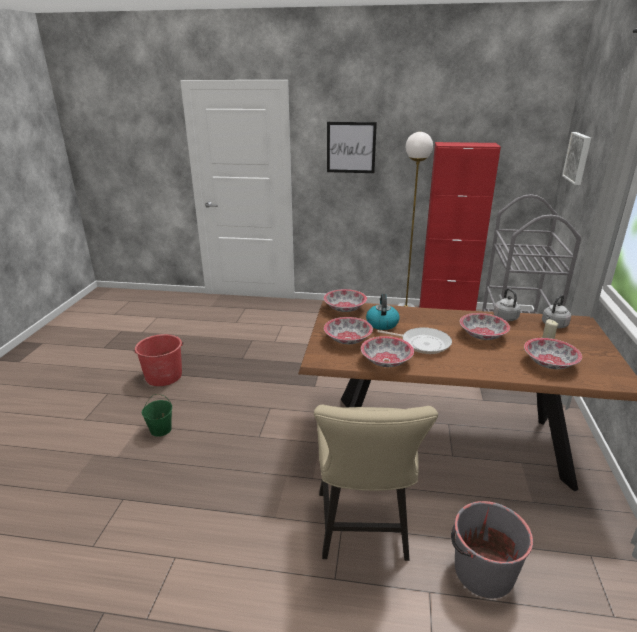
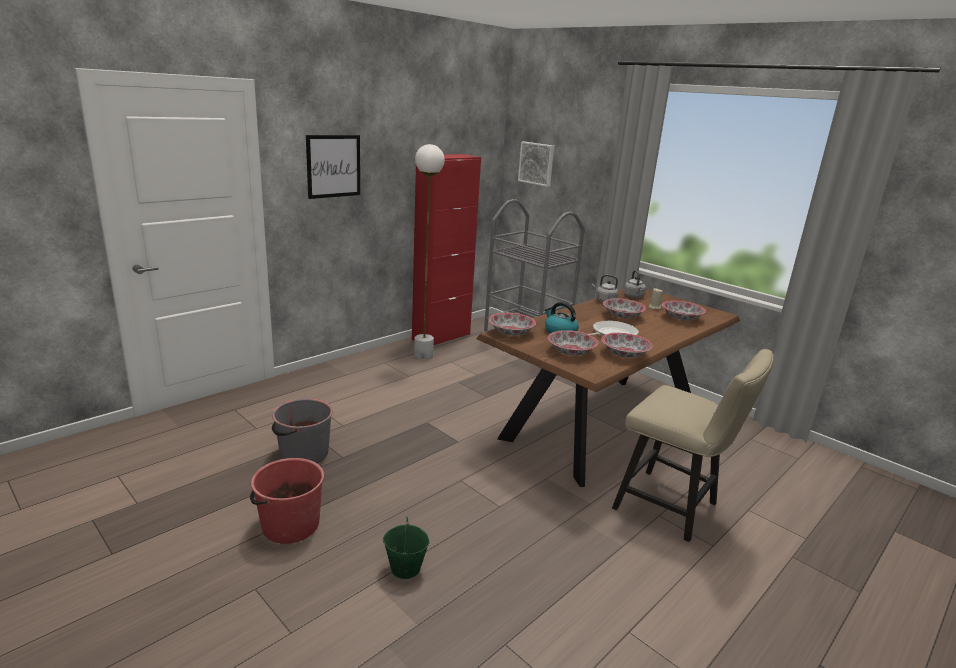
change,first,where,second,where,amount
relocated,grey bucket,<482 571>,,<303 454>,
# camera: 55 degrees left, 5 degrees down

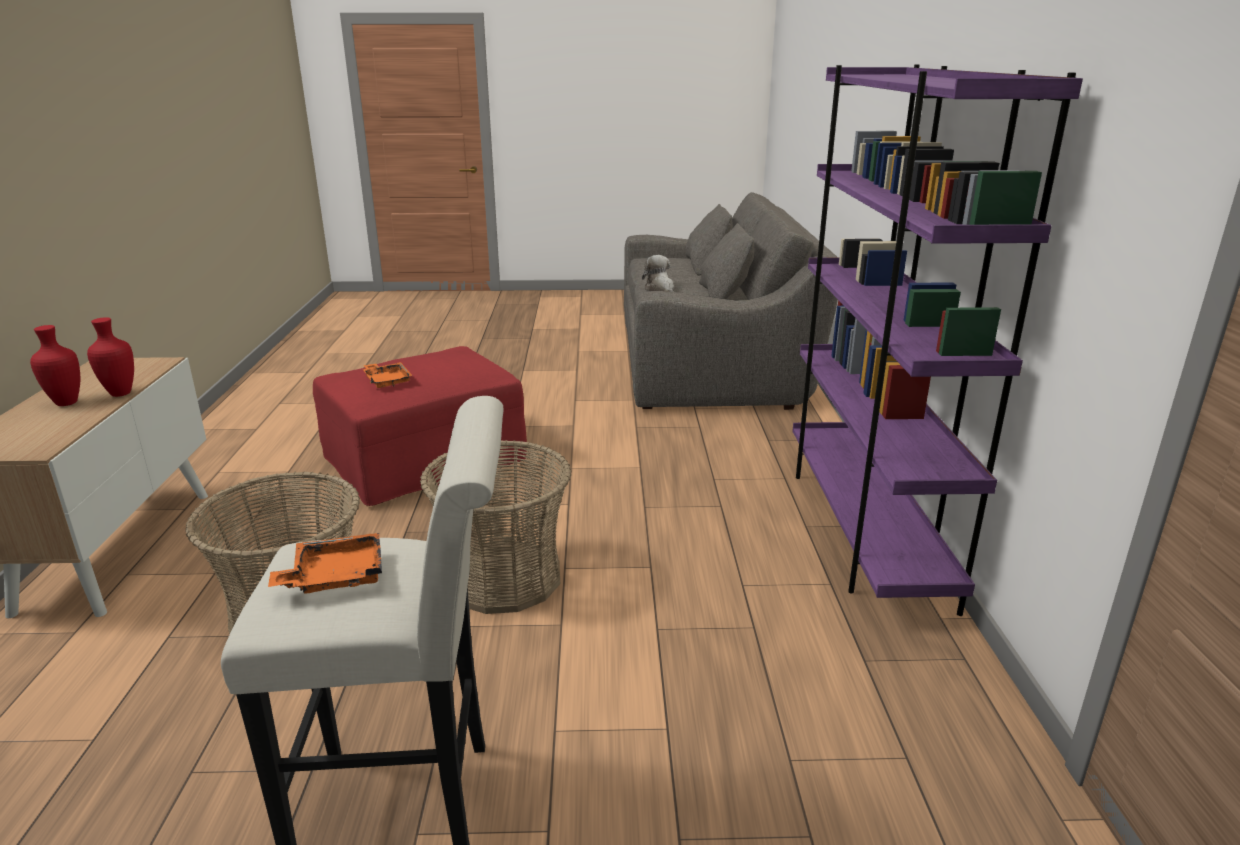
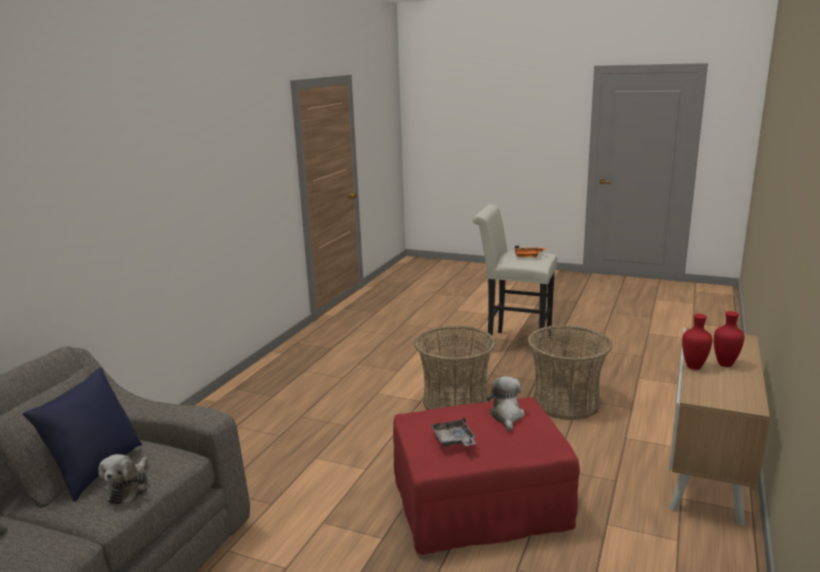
change,first,where,second,where,amount
exchanged,orange tray,<387 381>,plush toy,<506 416>,
missing,purple bookcase,<864 528>,,,
appeared,,,blue pillow,<96 470>,
appeared,,,grey tray,<453 440>,
# camera: 155 degrees left, 5 degrees down

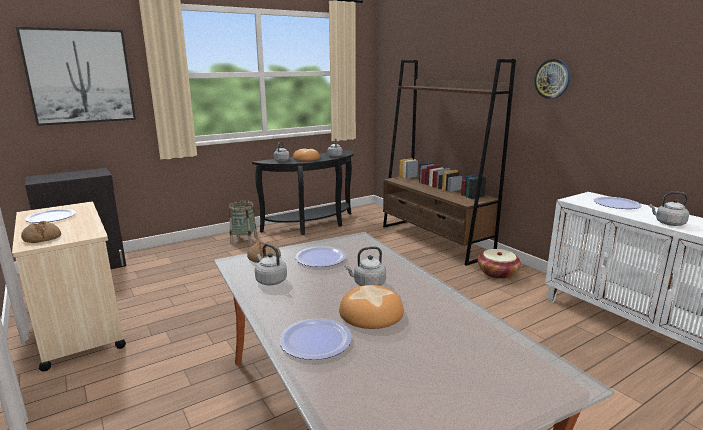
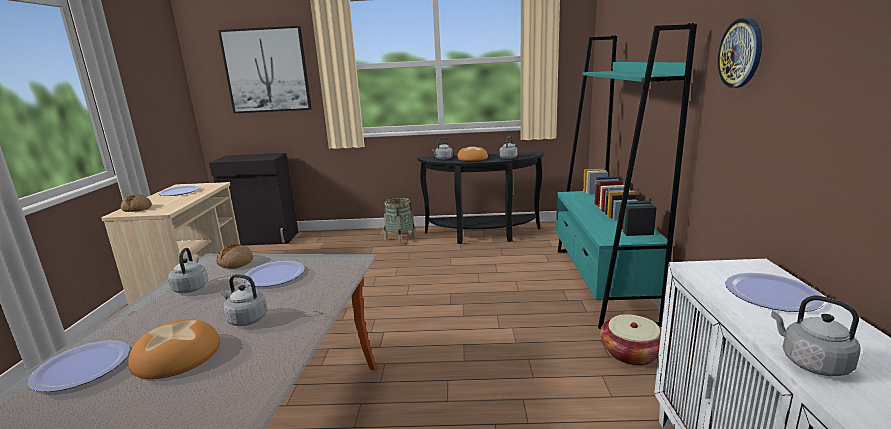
change,first,where,second,where,amount
colour,brown bookcase,<435 240>,turquoise bookcase,<601 283>,
# camera: 35 degrees right, 0 degrees up

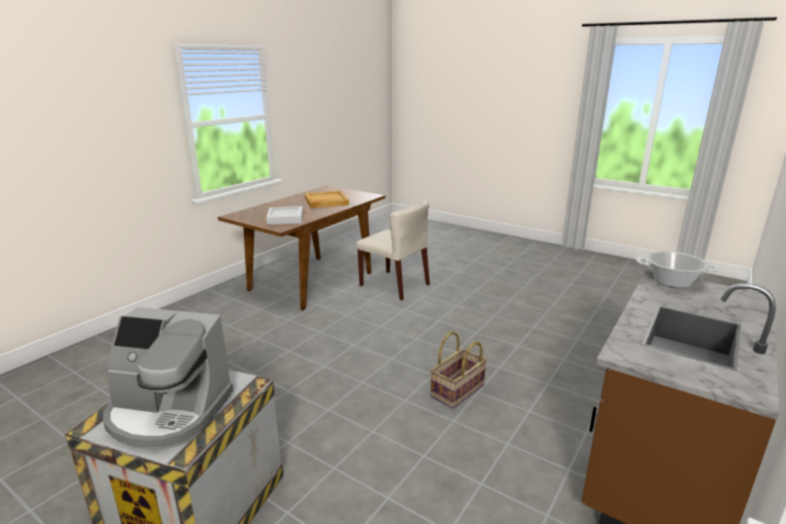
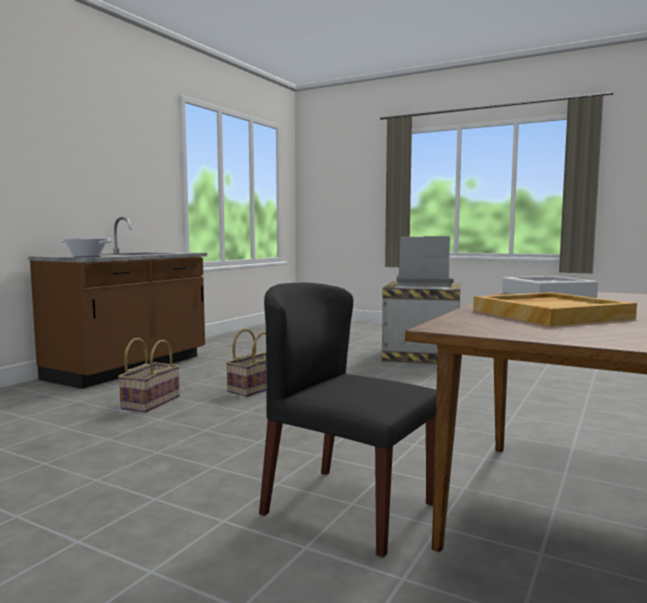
change,first,where,second,where,amount
colour,beige chair,<395 285>,black chair,<347 508>,
appeared,,,basket,<150 402>,
# camera: 175 degrees right, 15 degrees down

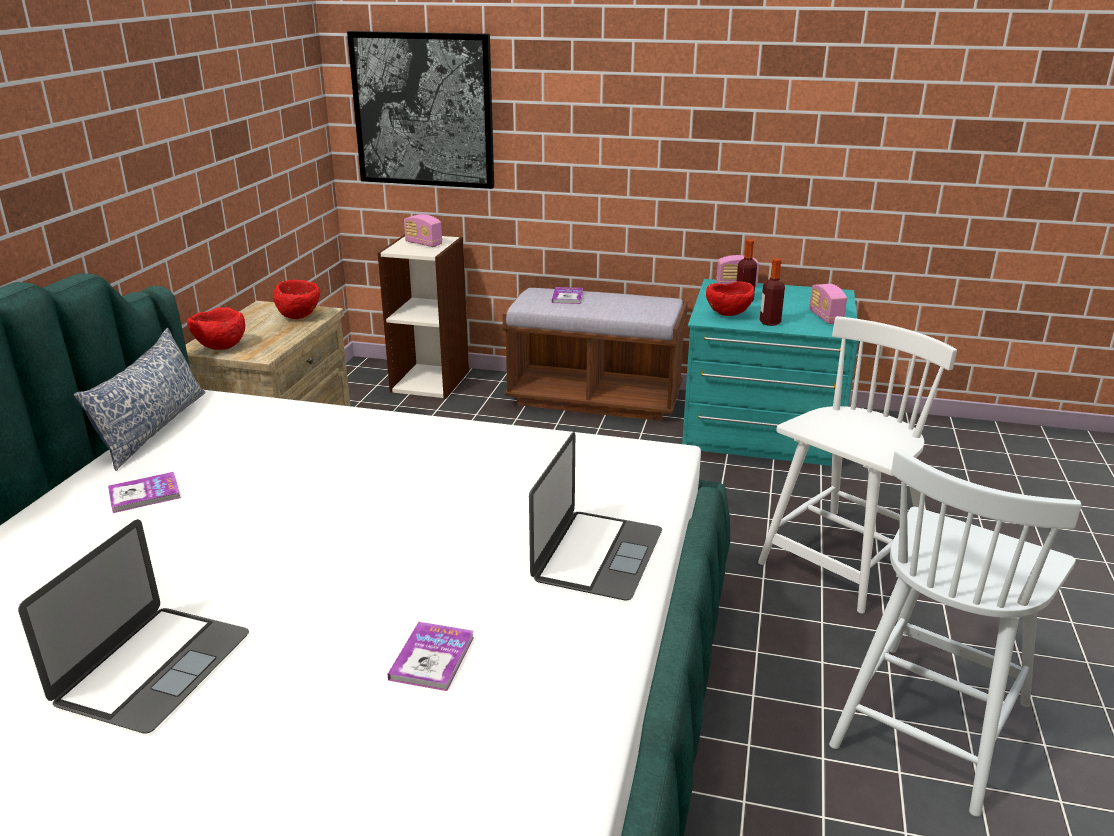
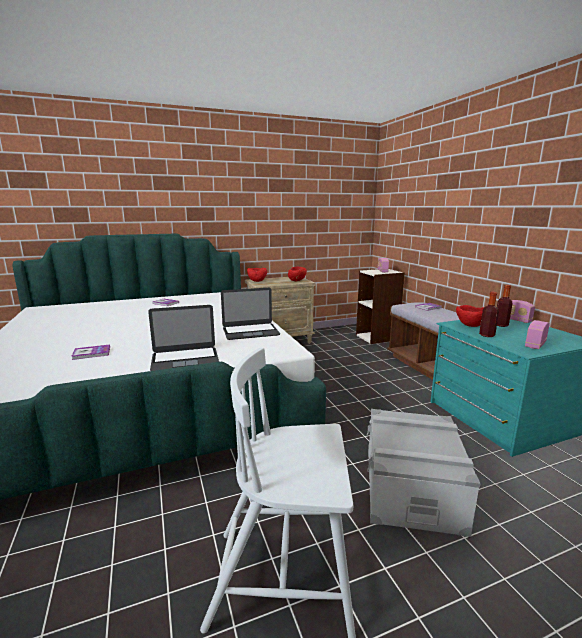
change,first,where,second,where,amount
relocated,laptop,<153 667>,,<250 331>,
missing,pillow,<153 428>,,,
missing,picture,<423 110>,,,
exchanged,white chair,<843 560>,grey storage box,<412 488>,
# camera: 55 degrees right, 10 degrees down

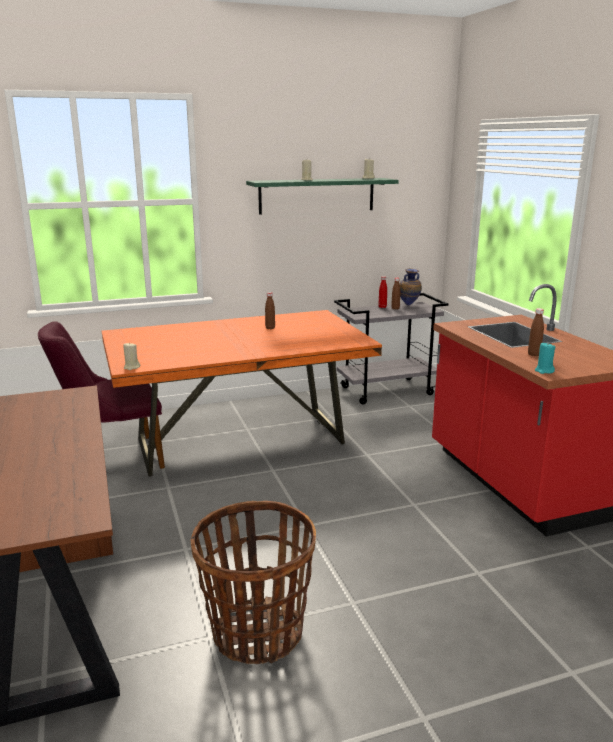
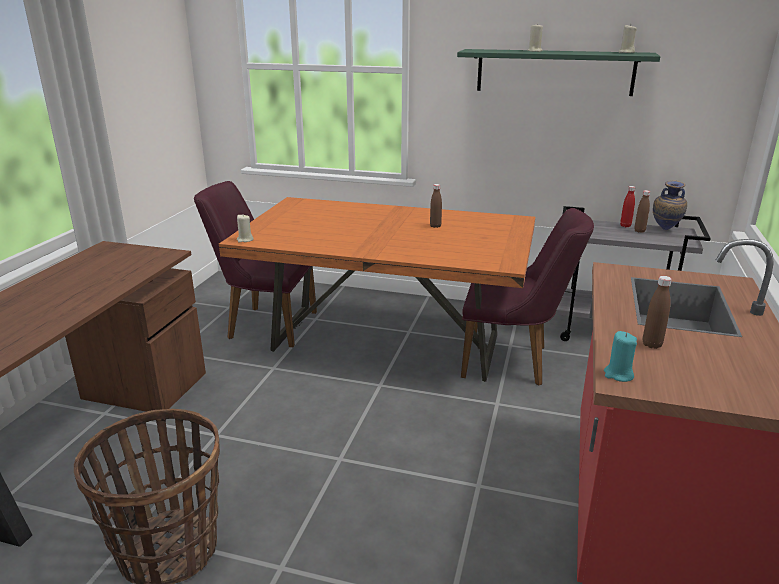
change,first,where,second,where,amount
appeared,,,purple chair,<514 361>,
# camera: 35 degrees right, 5 degrees up

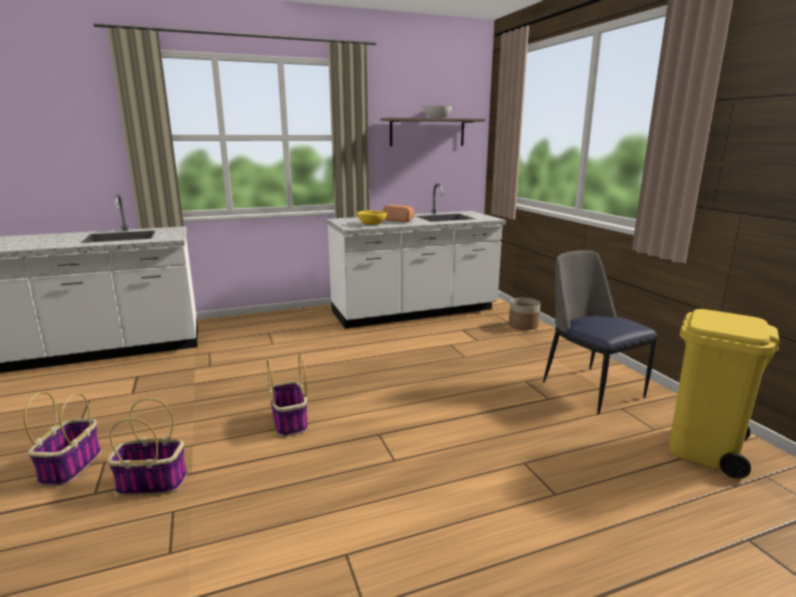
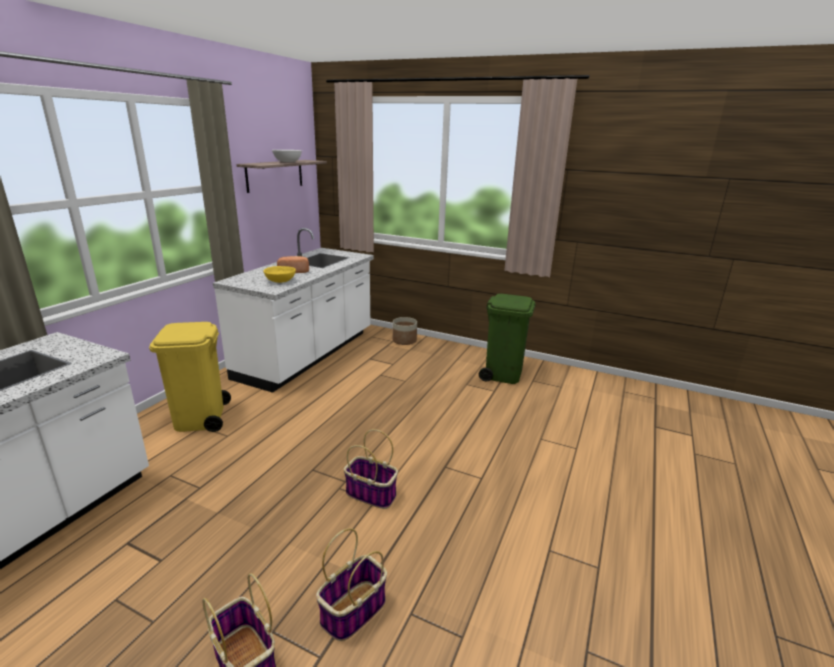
change,first,where,second,where,amount
exchanged,chair,<590 388>,green trash can,<503 374>,
relocated,yellow trash can,<703 449>,,<200 419>,
# camera: 45 degrees left, 5 degrees up

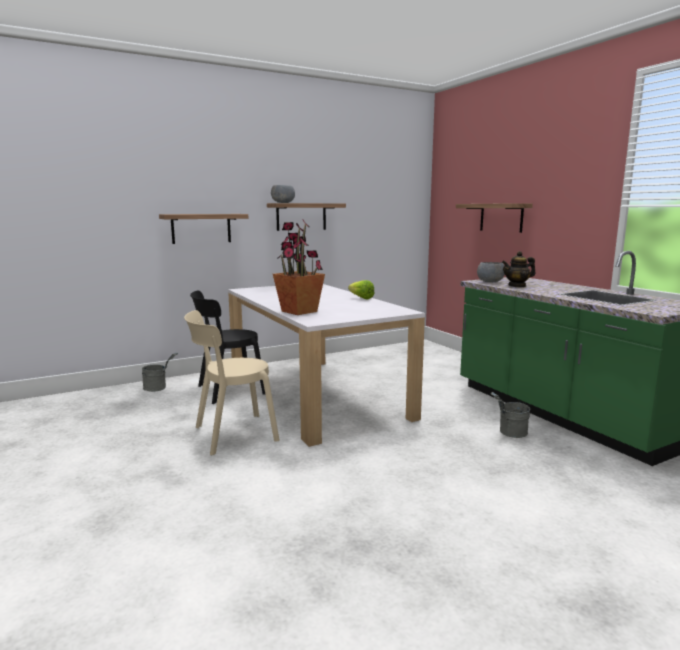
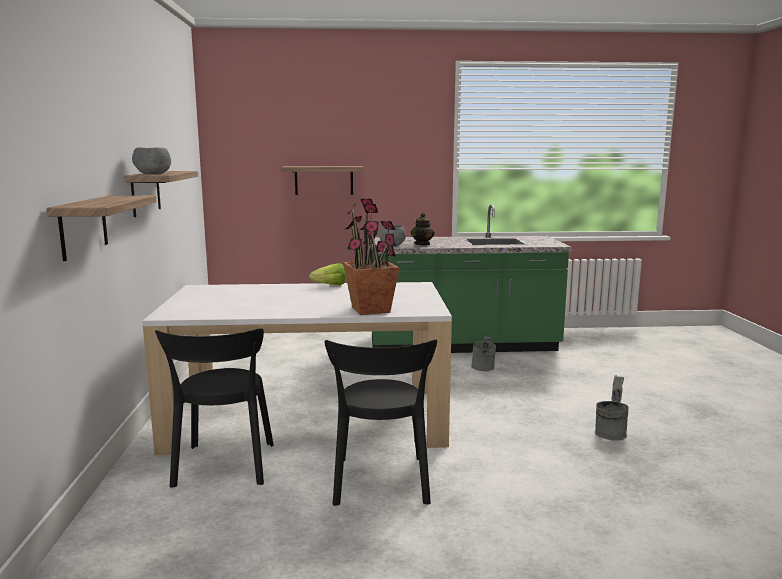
change,first,where,second,where,amount
relocated,grey bucket,<159 388>,,<611 432>,
colour,beige chair,<231 434>,black chair,<381 484>,
# camera: 65 degrees left, 0 degrees up

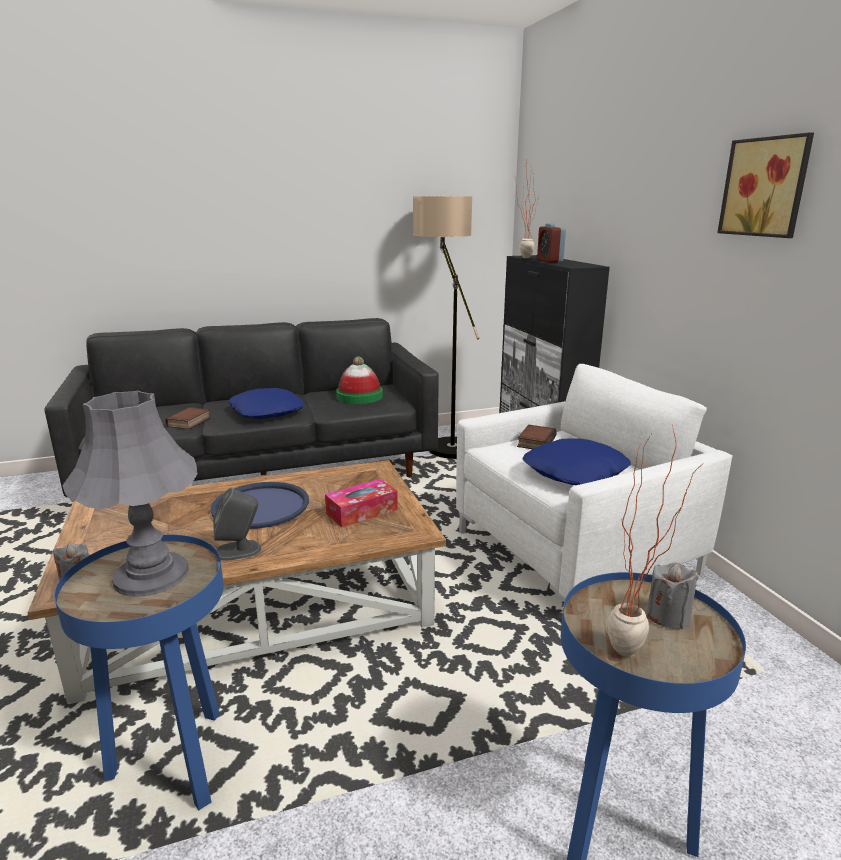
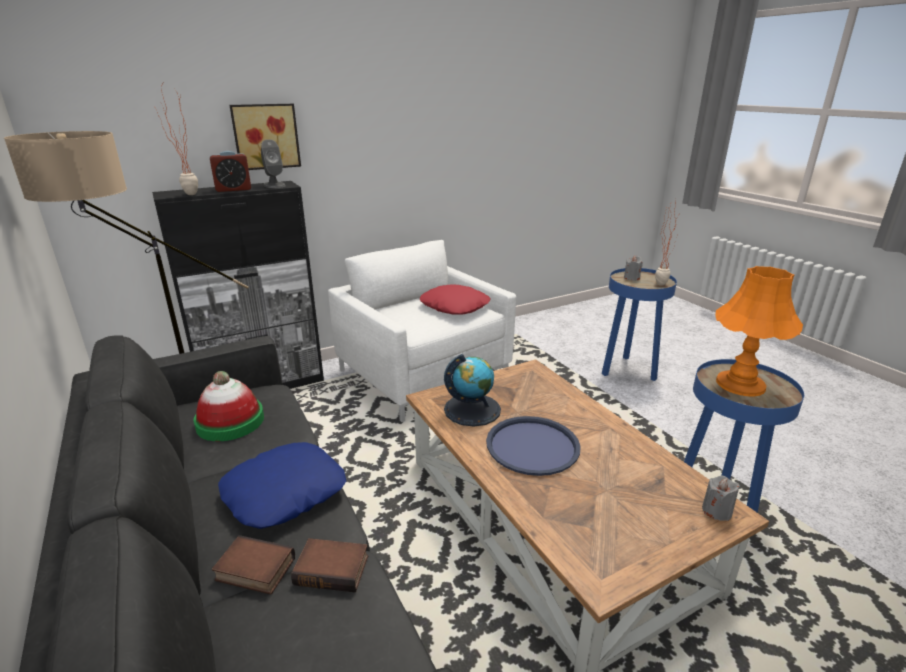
change,first,where,second,where,amount
colour,grey table lamp,<152 575>,orange table lamp,<740 384>,
relocated,grey speaker,<238 550>,,<274 185>,
missing,tissue box,<362 511>,,,
relocated,book,<535 442>,,<253 570>,
colour,blue pillow,<575 472>,red pillow,<455 306>,
relocated,picture,<766 187>,,<266 136>,
appeared,,,globe,<472 409>,
# camera: 100 degrees left, 5 degrees up

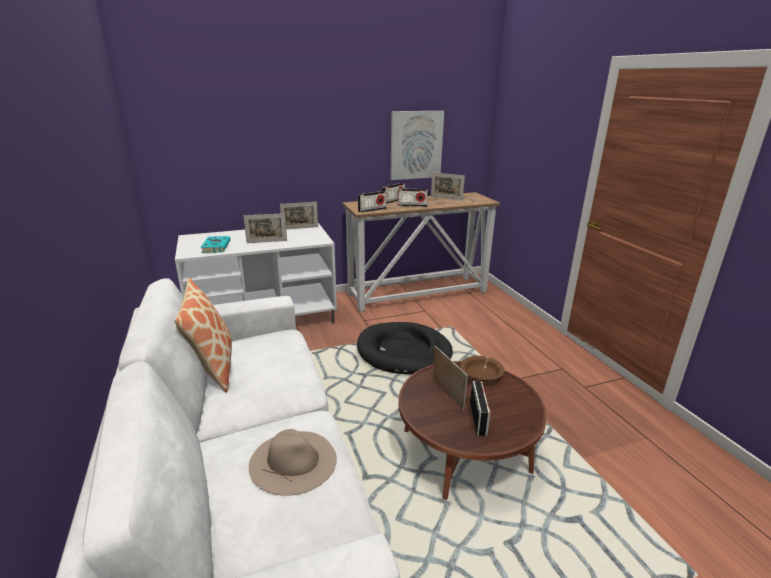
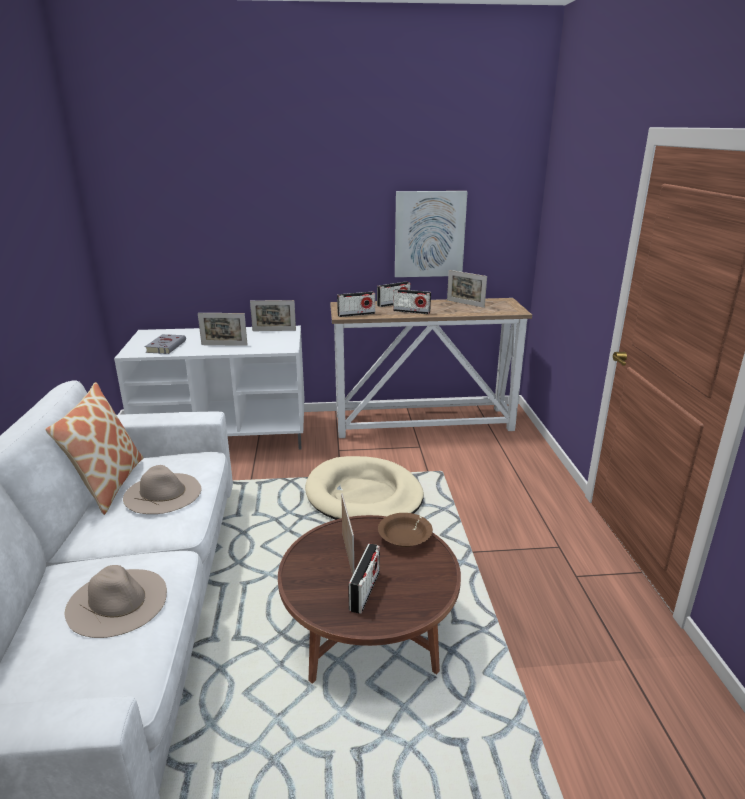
change,first,where,second,where,amount
colour,turquoise book,<216 246>,grey book,<166 346>,
colour,black dog bed,<404 352>,beige dog bed,<364 495>,
appeared,,,beige hat,<163 493>,
# camera: 15 degrees right, 0 degrees up

